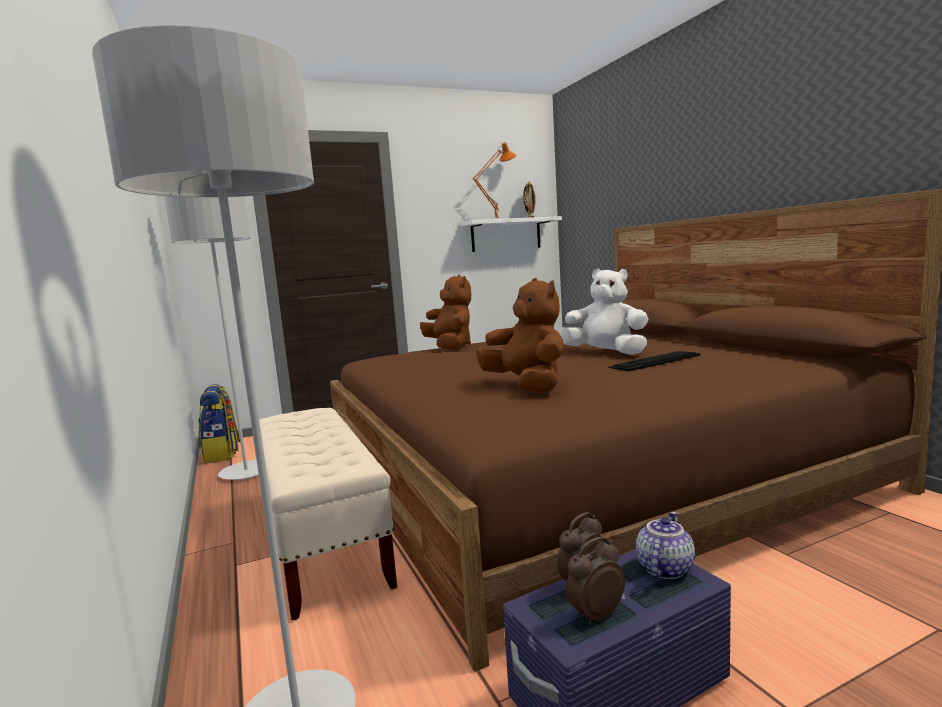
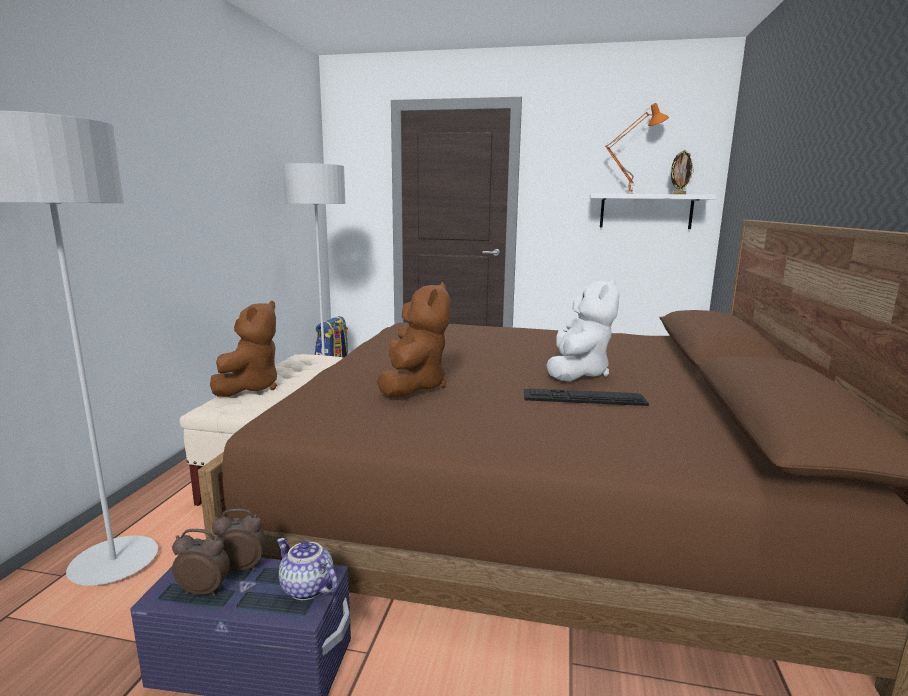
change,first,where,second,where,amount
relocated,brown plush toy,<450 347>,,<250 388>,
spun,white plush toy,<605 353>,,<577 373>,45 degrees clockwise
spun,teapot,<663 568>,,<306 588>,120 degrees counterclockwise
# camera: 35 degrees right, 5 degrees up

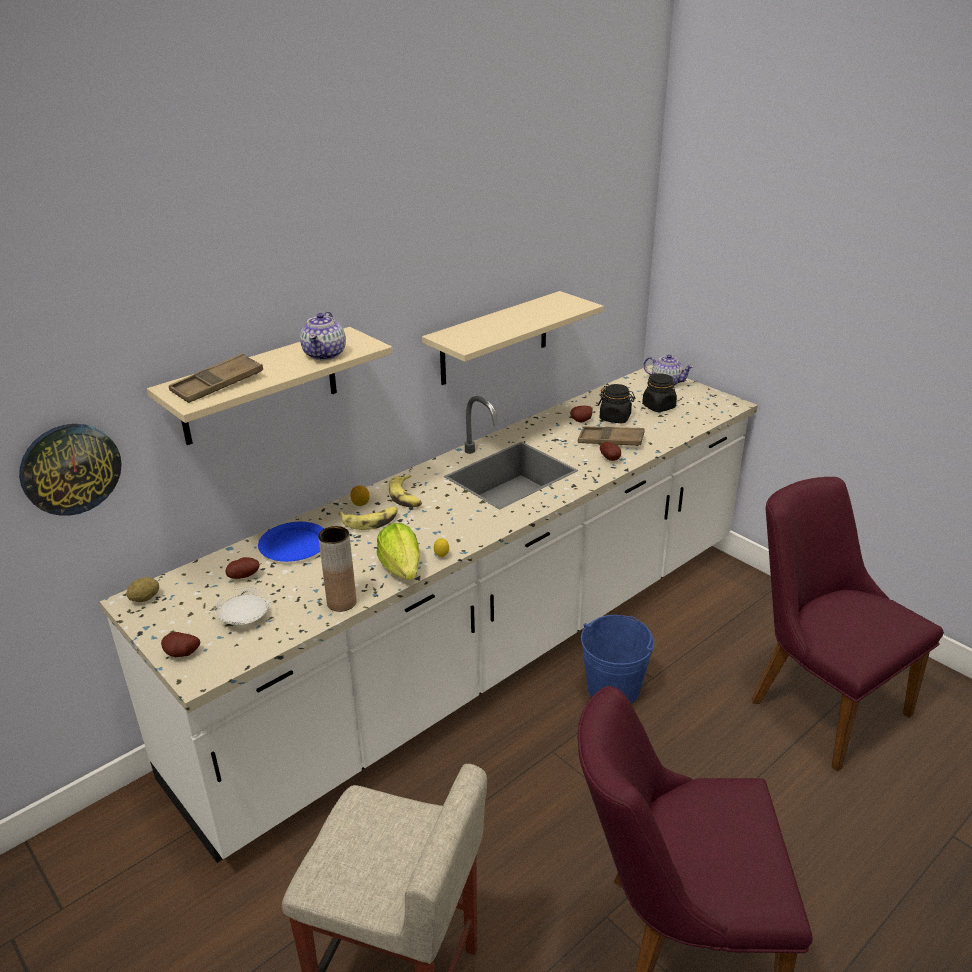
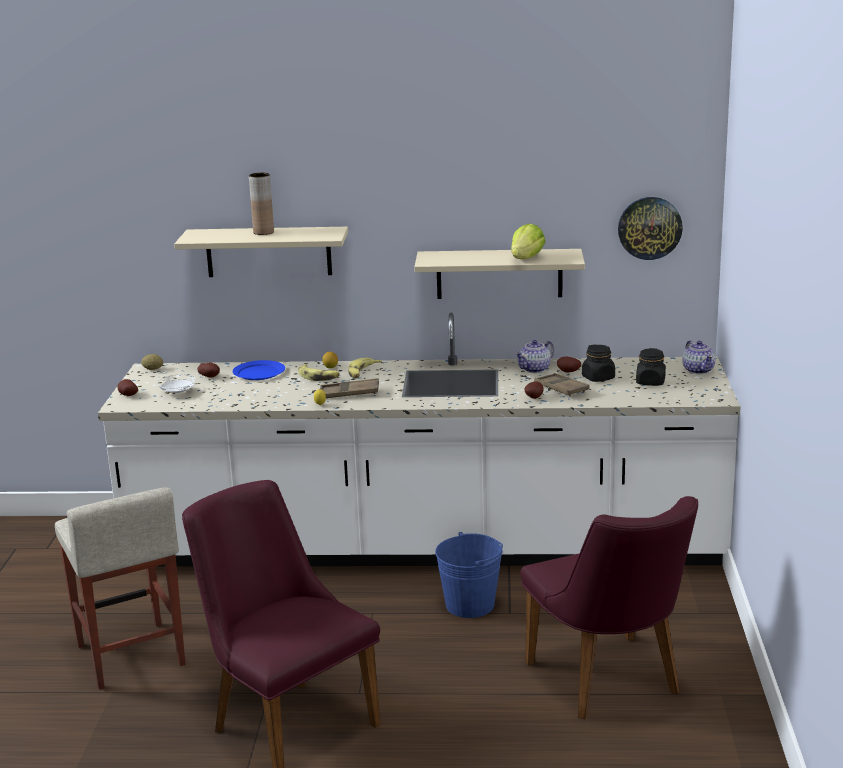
change,first,where,second,where,amount
relocated,wall clock,<70 468>,,<649 228>,
relocated,brown tray,<218 385>,,<349 393>,
relocated,teapot,<325 354>,,<535 369>,
relocated,brown vase,<341 602>,,<263 232>,
relocated,lettuce,<402 569>,,<526 259>,
spun,purple chair,<817 700>,,<610 684>,150 degrees clockwise
# camera: 45 degrees right, 10 degrees down

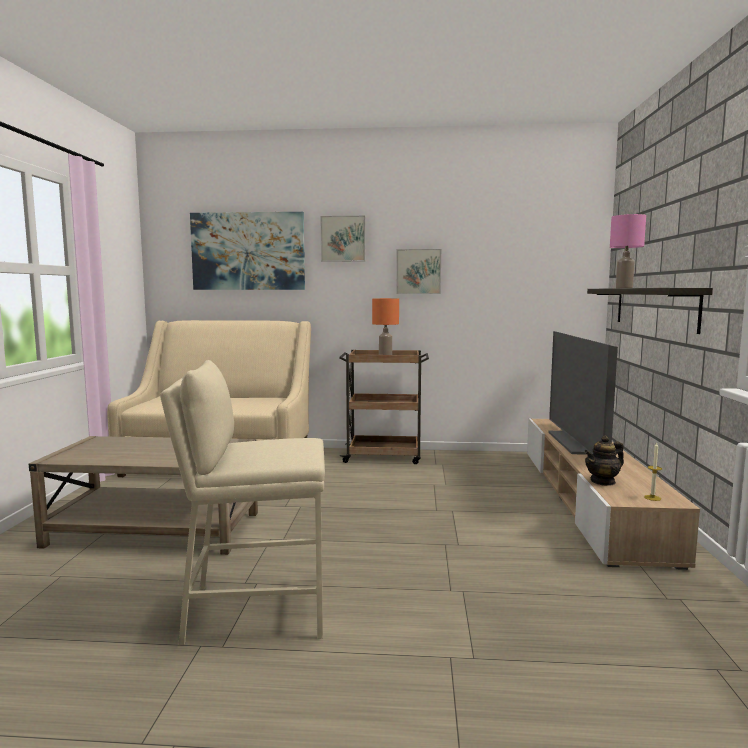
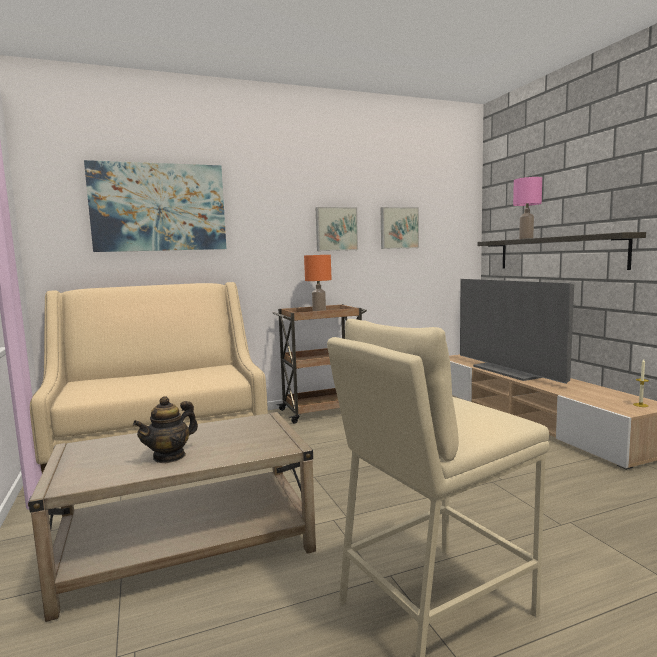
change,first,where,second,where,amount
relocated,picture,<343 239>,,<398 228>,
relocated,teapot,<603 481>,,<169 456>,
# camera: 25 degrees left, 0 degrees up

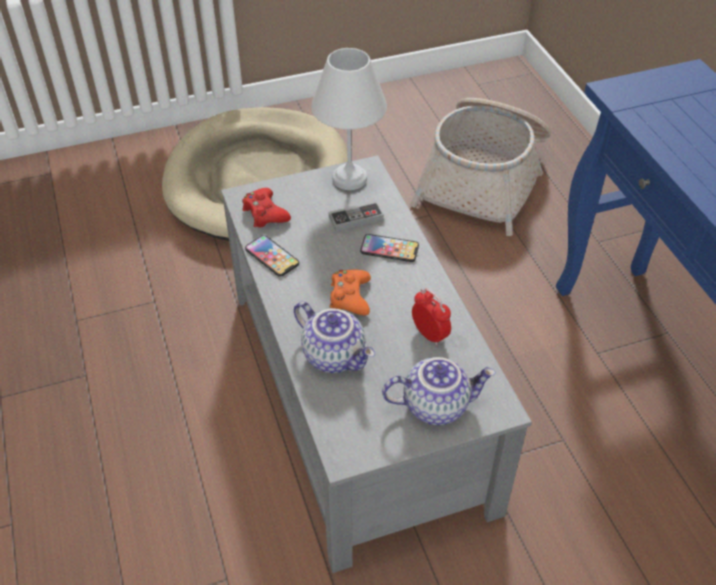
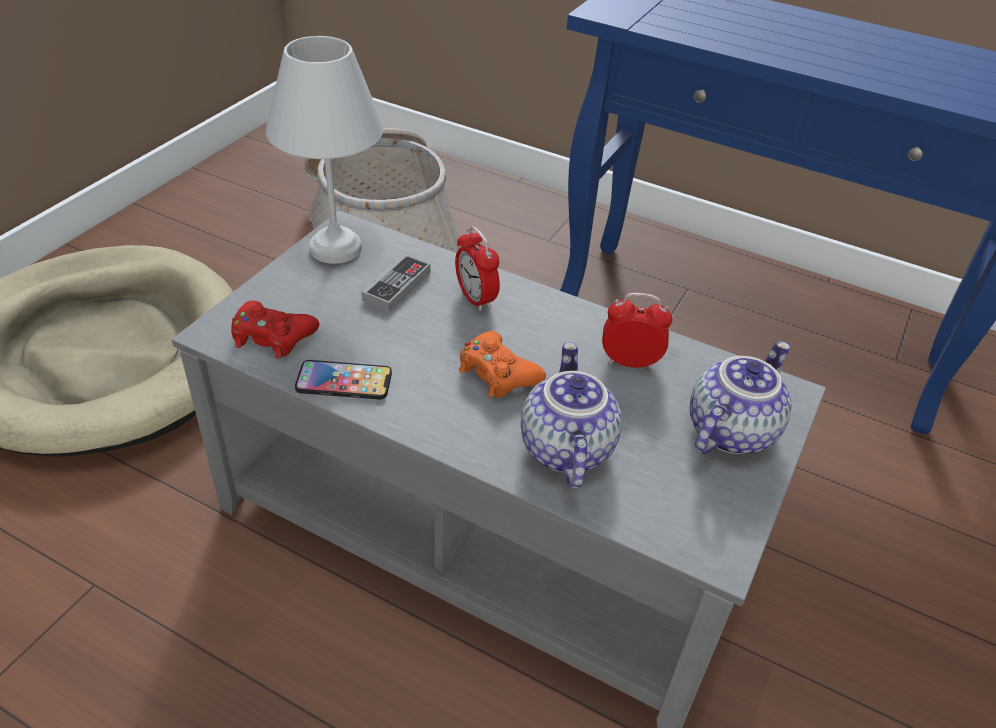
change,first,where,second,where,amount
spun,teapot,<335 355>,,<564 448>,90 degrees counterclockwise
exchanged,phone,<389 249>,alarm clock,<476 299>,
# camera: 45 degrees left, 5 degrees down

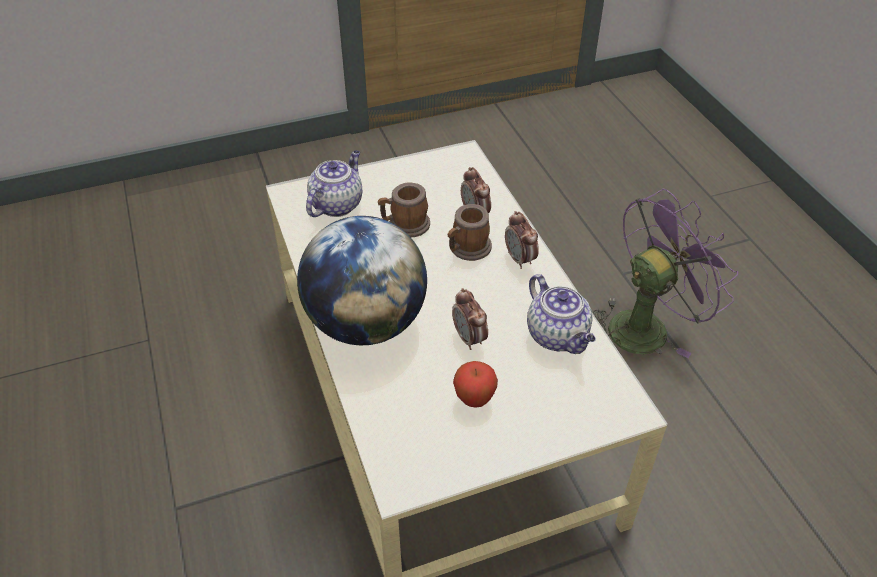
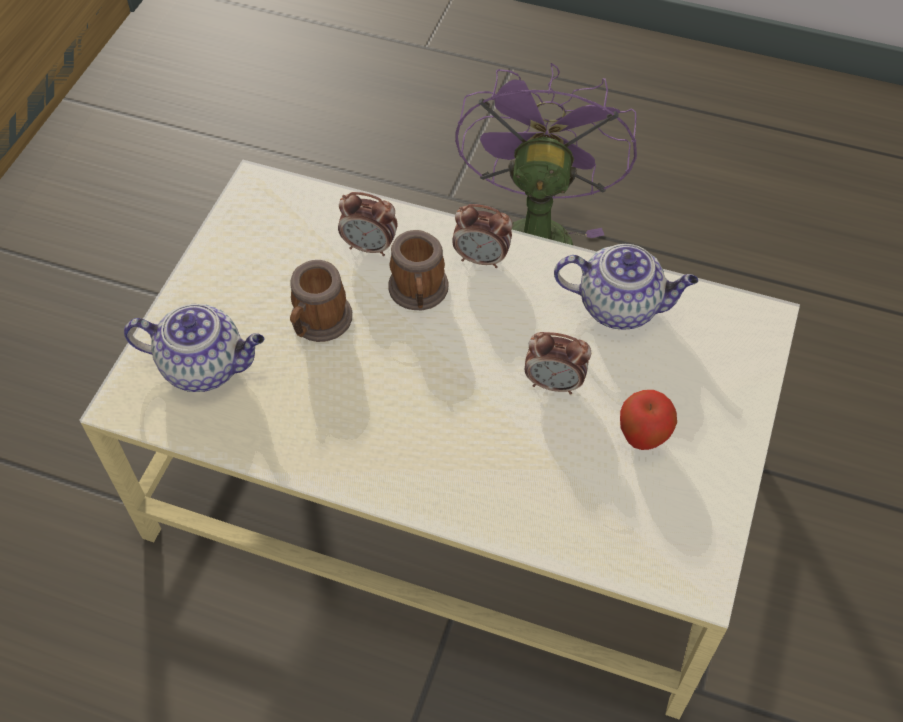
change,first,where,second,where,amount
missing,globe,<366 323>,,,
spun,teapot,<337 204>,,<206 366>,120 degrees clockwise
# camera: 50 degrees left, 10 degrees up

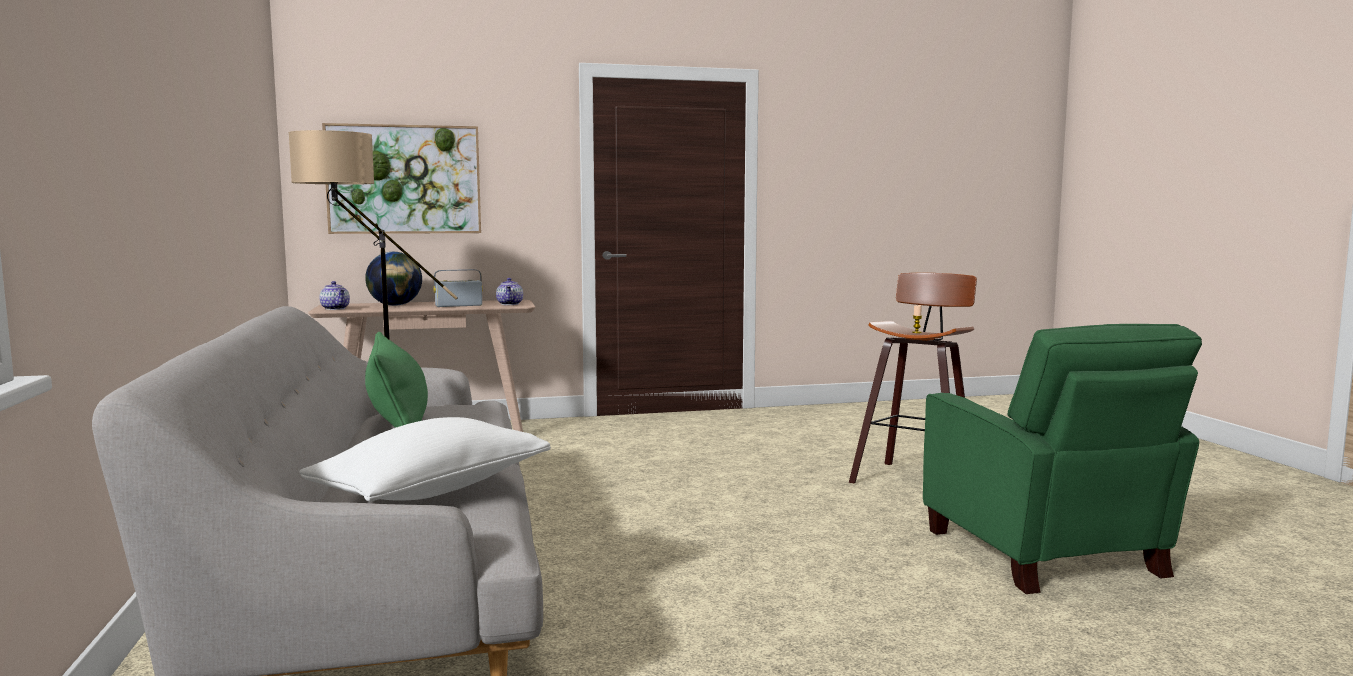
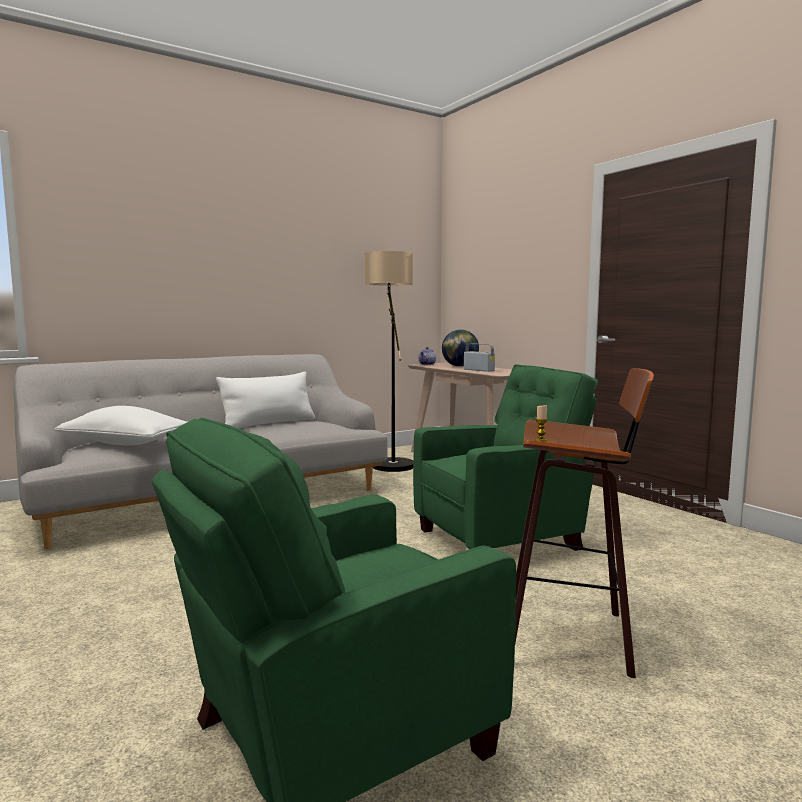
change,first,where,second,where,amount
missing,picture,<404 179>,,,
colour,green pillow,<398 424>,white pillow,<269 423>,
missing,teapot,<510 304>,,,
appeared,,,green armchair,<502 539>,
# camera: 70 degrees right, 0 degrees up

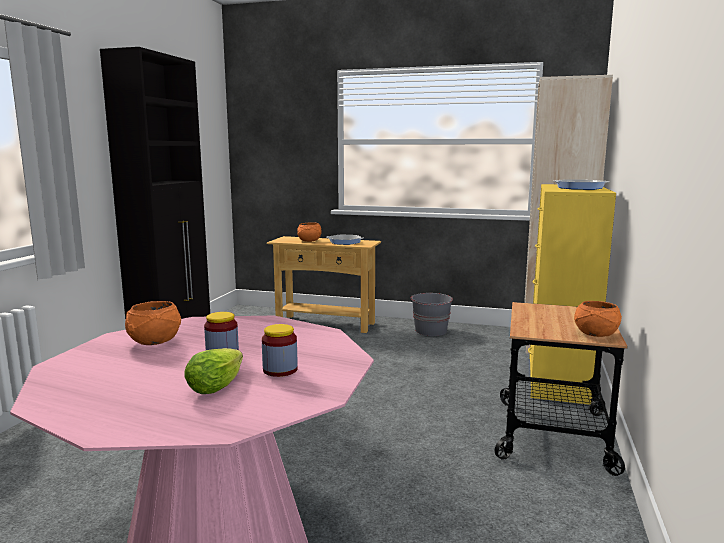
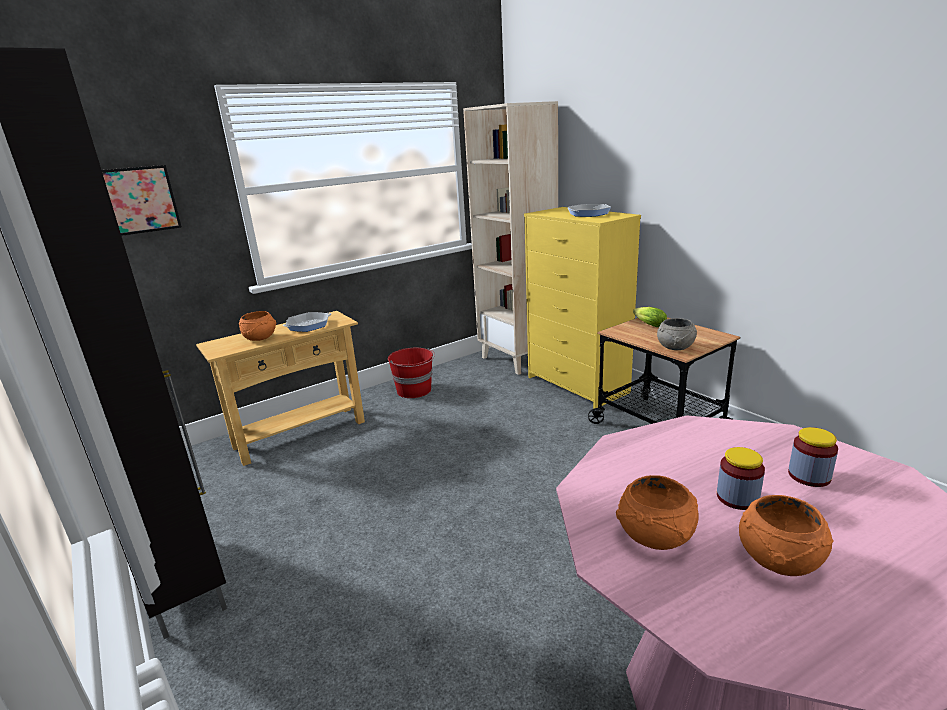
change,first,where,second,where,amount
relocated,lettuce,<219 384>,,<648 325>,
colour,grey bucket,<431 331>,red bucket,<414 390>,
relocated,orange bowl,<595 334>,,<778 561>,
appeared,,,picture,<139 200>,
appeared,,,grey bowl,<675 347>,
# camera: 50 degrees left, 10 degrees up

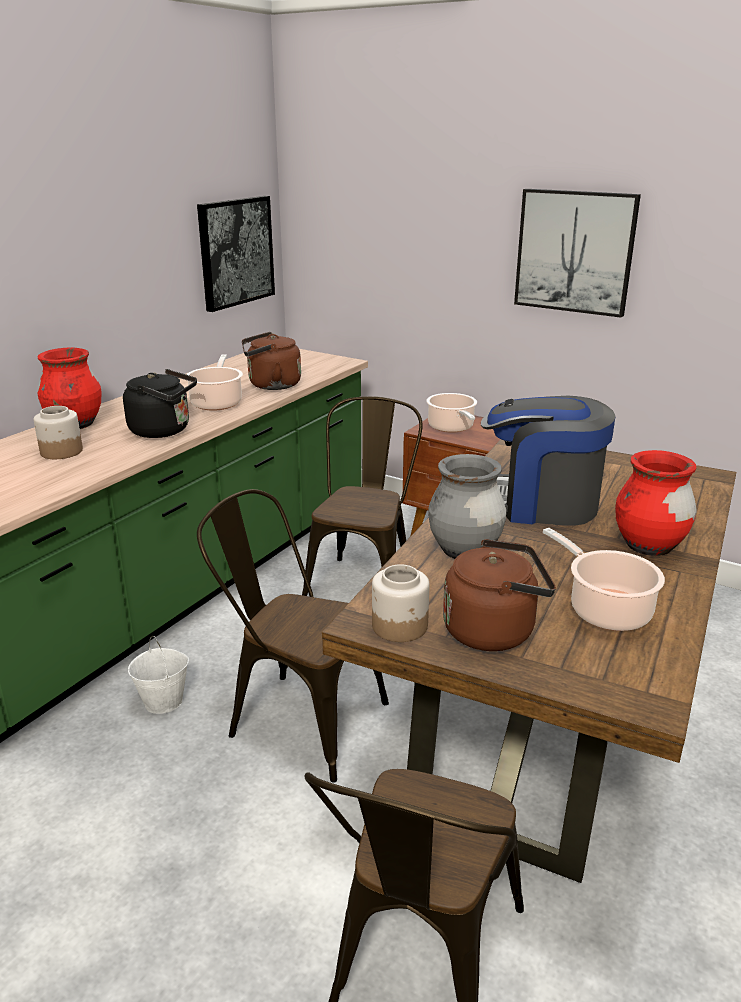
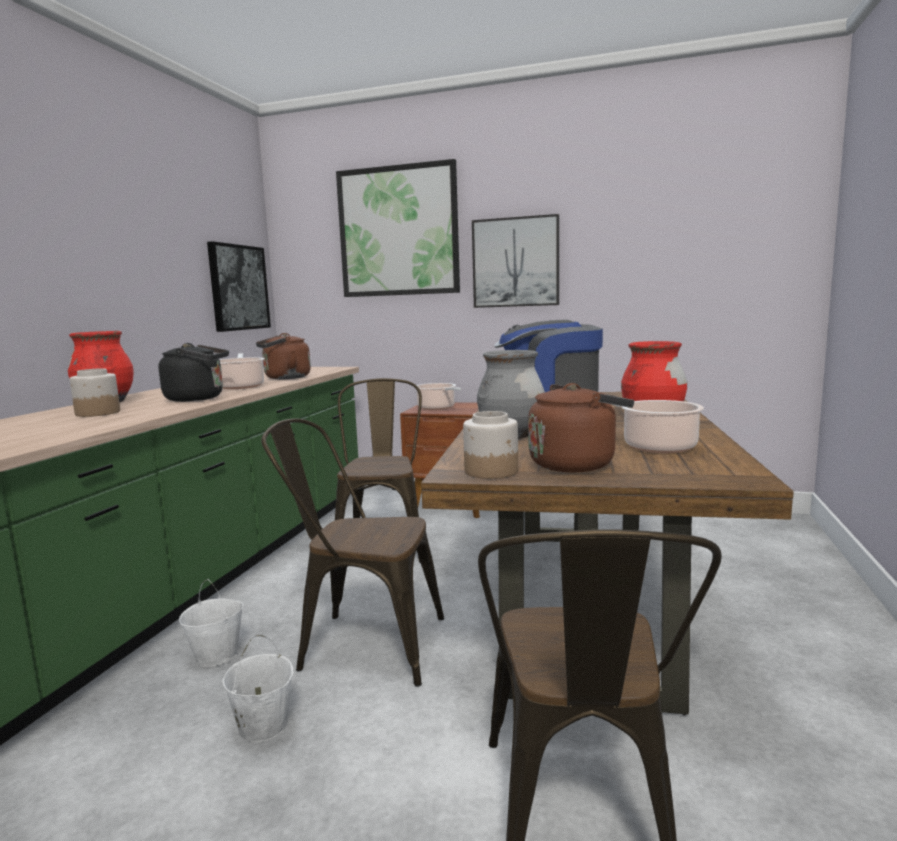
change,first,where,second,where,amount
appeared,,,white bucket,<262 726>,
appeared,,,picture,<398 231>,
# camera: 15 degrees left, 15 degrees down

